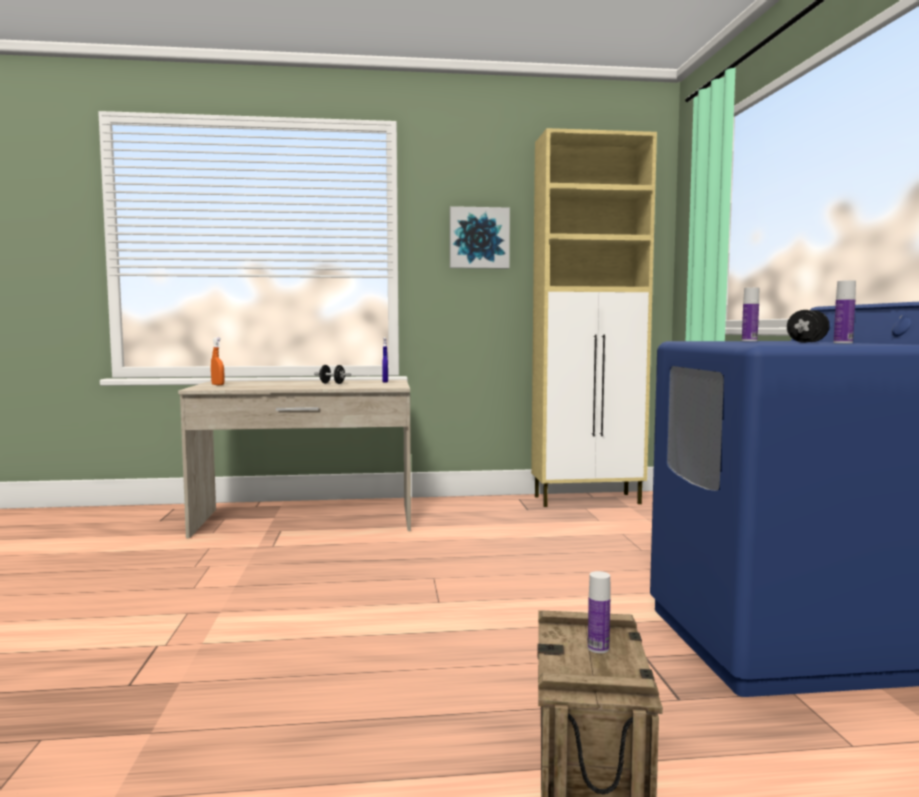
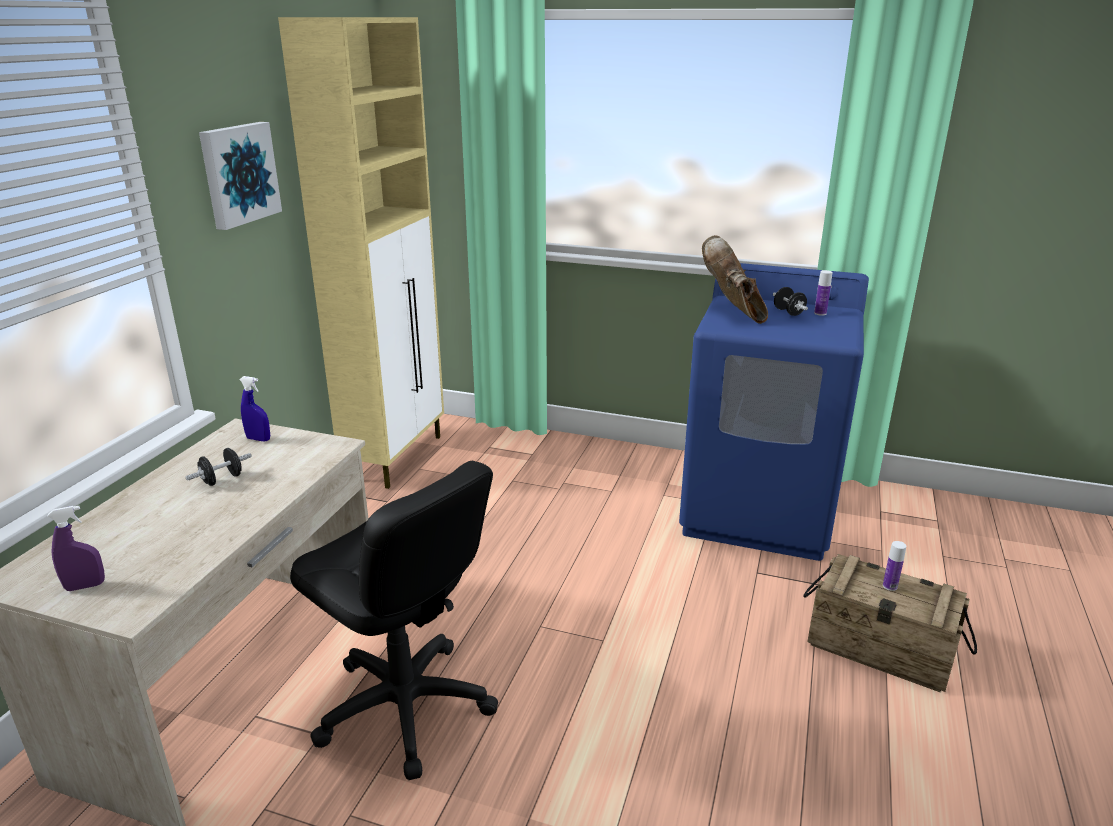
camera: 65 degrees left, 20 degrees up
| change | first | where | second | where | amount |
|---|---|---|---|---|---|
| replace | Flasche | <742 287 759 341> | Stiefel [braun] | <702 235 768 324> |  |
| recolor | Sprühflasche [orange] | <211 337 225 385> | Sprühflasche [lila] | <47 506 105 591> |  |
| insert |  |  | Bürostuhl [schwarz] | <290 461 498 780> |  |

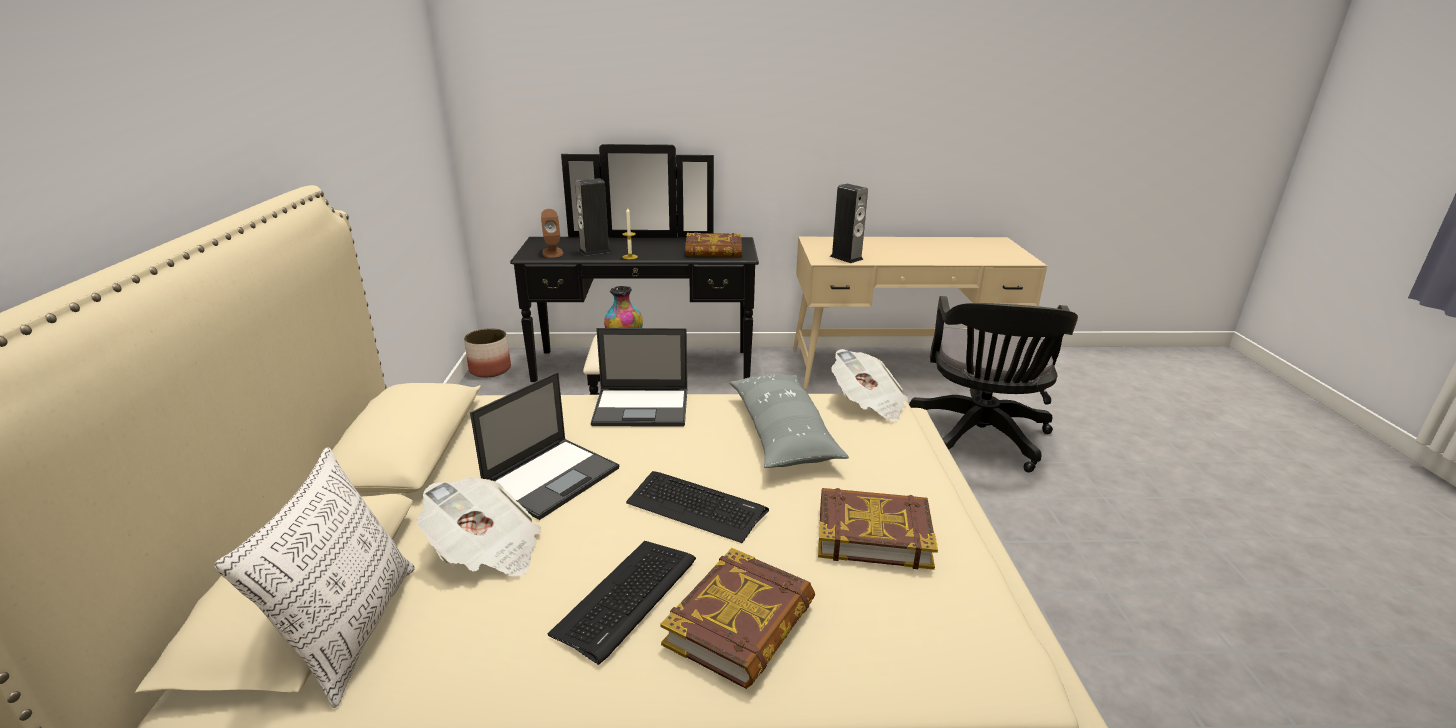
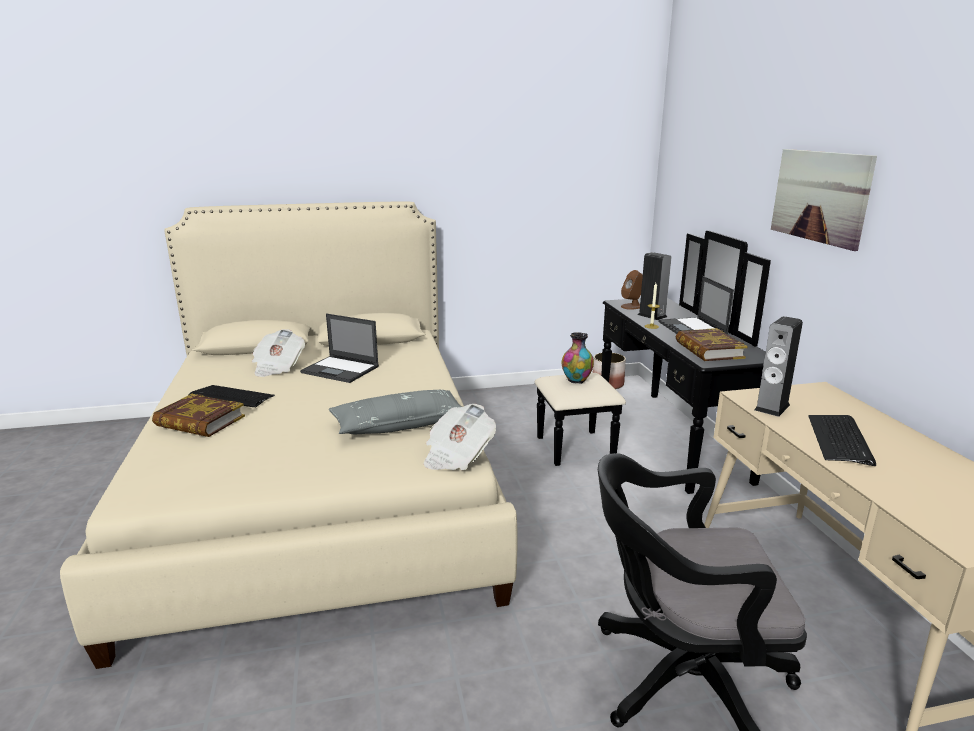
camera: 80 degrees right, 5 degrees down
| change | first | where | second | where | amount |
|---|---|---|---|---|---|
| move | Laptop | <591 328 687 426> |  | <659 276 734 335> |  |
| delete | Kissen | <214 447 415 708> |  |  |  |
| move | Tastatur | <626 471 769 543> |  | <808 415 876 466> |  |
| delete | Buch | <818 488 938 570> |  |  |  |
| insert |  |  | Bild | <771 149 877 251> |  |

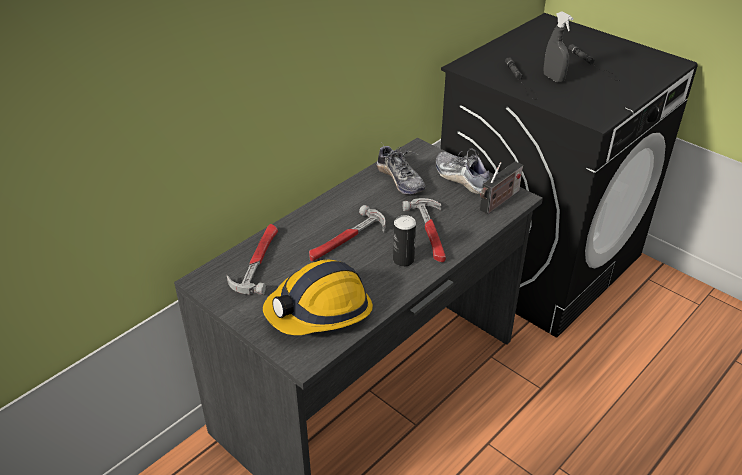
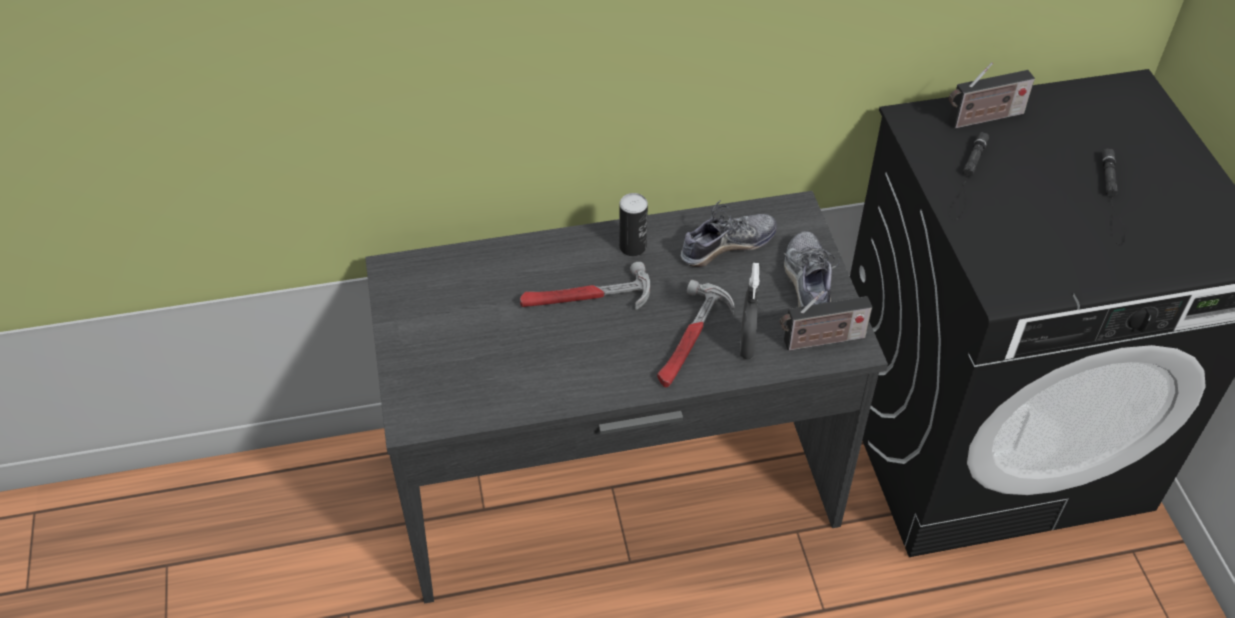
camera: 35 degrees right, 10 degrees up
| change | first | where | second | where | amount |
|---|---|---|---|---|---|
| move | Sprühflasche [grau] | <543 11 573 83> |  | <740 263 759 359> |  |
| rotate | Schuh | <376 143 425 195> |  | <681 200 777 267> | 120 degrees counterclockwise |
| move | Dose | <393 215 416 267> |  | <619 193 648 256> |  |
| delete | Hammer | <227 224 278 295> |  |  |  |
| delete | Schutzhelm | <263 260 373 335> |  |  |  |
| insert |  |  | Radio | <949 62 1035 128> |  |

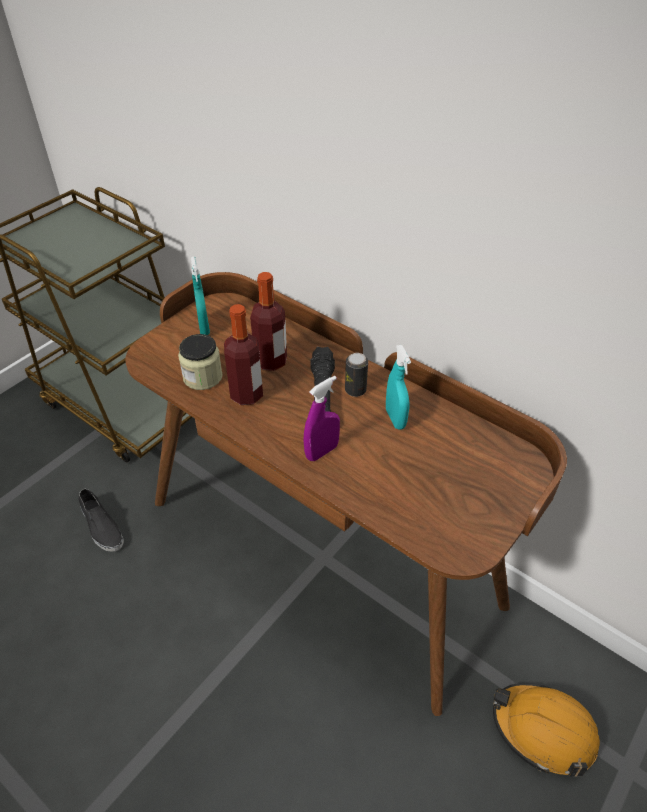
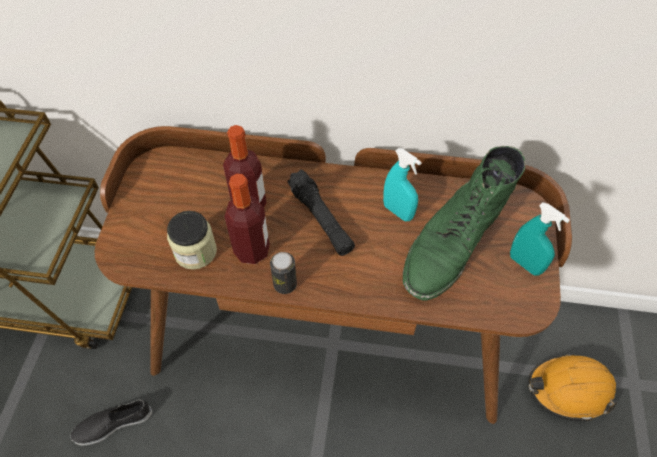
camera: 30 degrees left, 10 degrees up
| change | first | where | second | where | amount |
|---|---|---|---|---|---|
| move | Sprühflasche [türkis] | <191 257 210 335> |  | <510 202 570 275> |  |
| move | Dose | <345 353 368 397> |  | <270 252 297 294> |  |
| delete | Sprühflasche [lila] | <303 376 340 461> |  |  |  |
| rotate | Schuh [schwarz] | <78 489 124 551> |  | <70 400 152 446> | 135 degrees clockwise |
| insert |  |  | Stiefel [grün] | <403 146 526 301> |  |

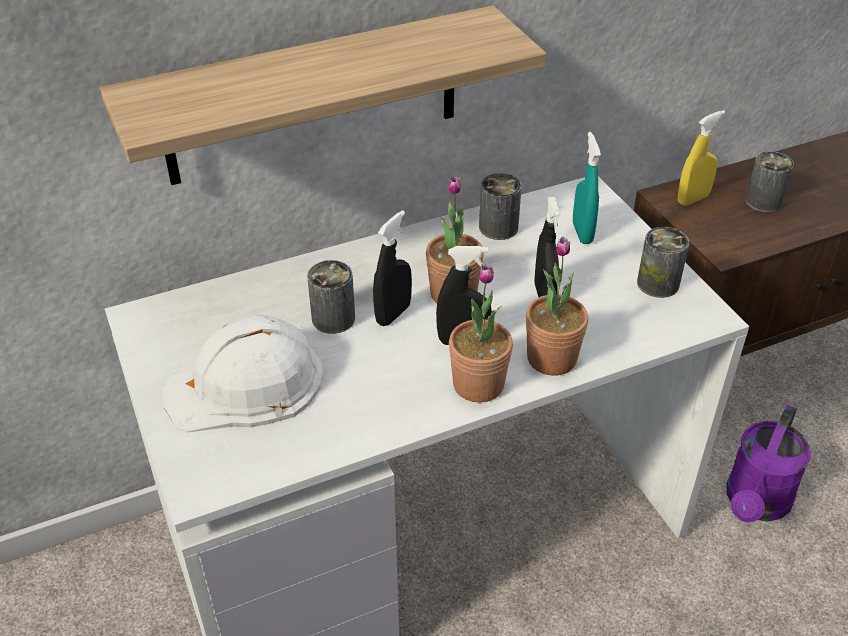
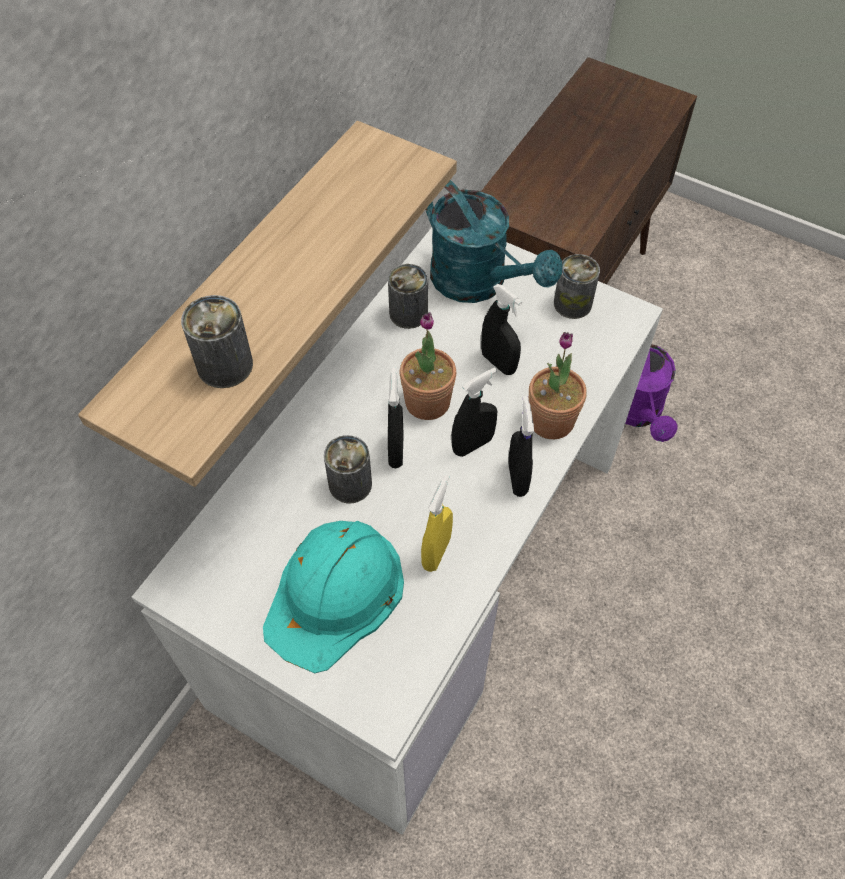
camera: 35 degrees left, 15 degrees up
| change | first | where | second | where | amount |
|---|---|---|---|---|---|
| move | Sprühflasche [gelb] | <678 110 725 205> |  | <421 475 453 572> |  |
| replace | Sprühflasche [türkis] | <573 132 601 244> | Gießkanne [türkis] | <426 180 562 303> |  |
| move | Dose | <745 151 794 212> |  | <181 295 253 388> |  |
| replace | Topfpflanze | <449 264 513 403> | Sprühflasche [schwarz] | <508 396 534 497> |  |
| recolor | Schutzhelm [weiß] | <163 315 323 432> | Schutzhelm [türkis] | <263 521 404 673> |  |

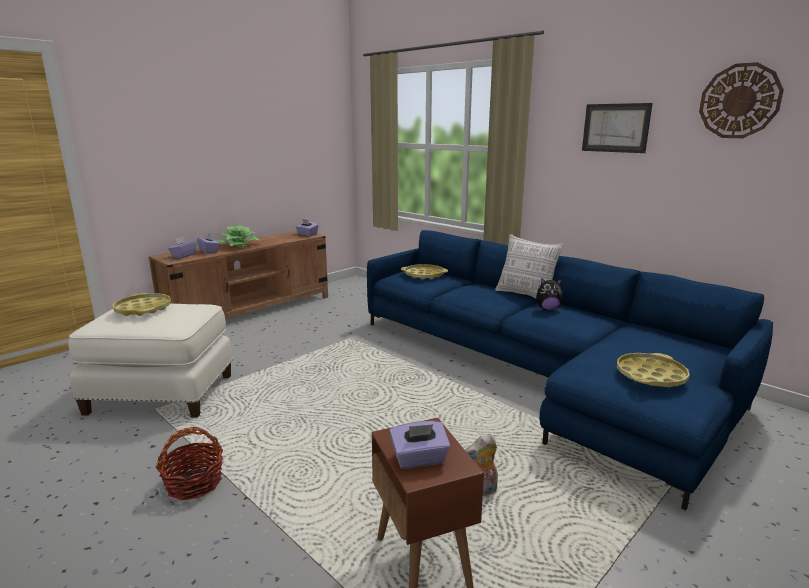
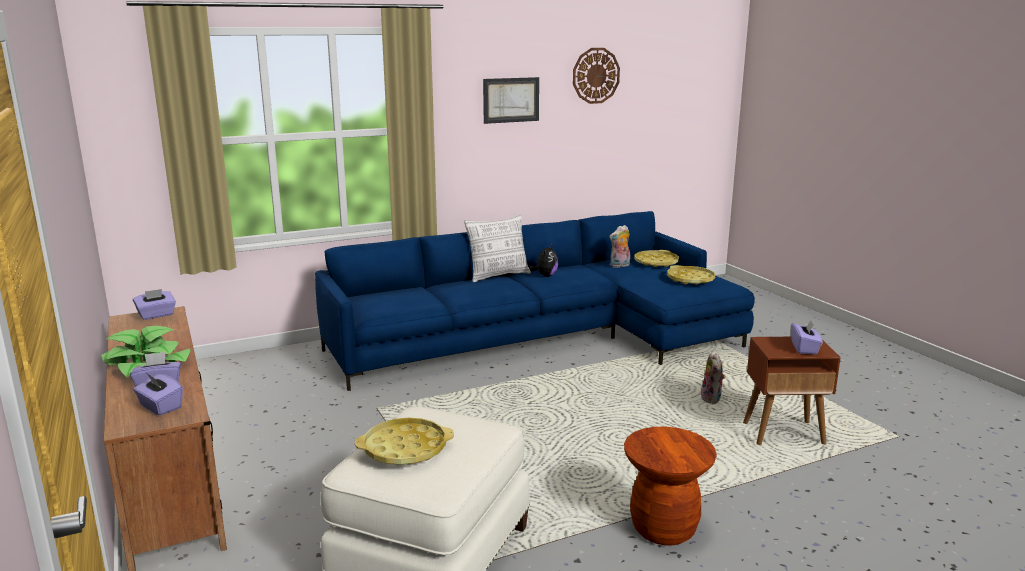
camera: 70 degrees left, 0 degrees up
| change | first | where | second | where | amount |
|---|---|---|---|---|---|
| move | Tablett [gelb] | <401 264 448 279> |  | <634 250 679 267> |  |
| replace | Korb | <155 427 223 501> | Hocker [braun] | <624 427 717 546> |  |
| insert |  |  | Plüschtier | <609 225 630 268> |  |

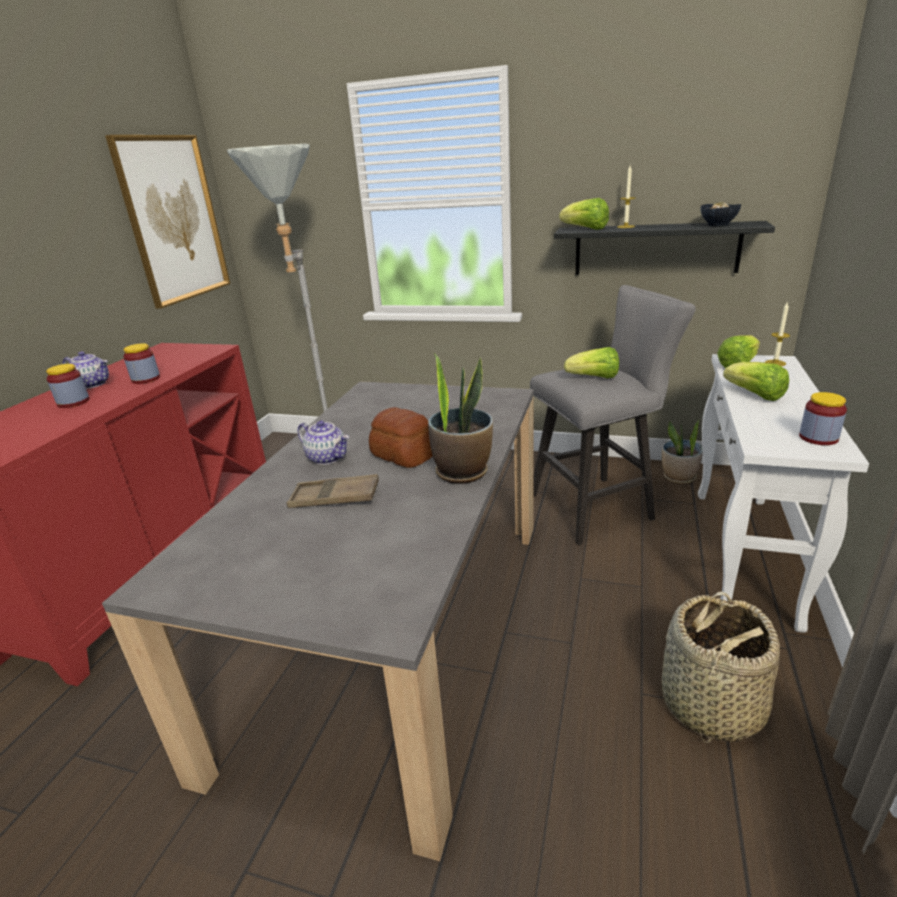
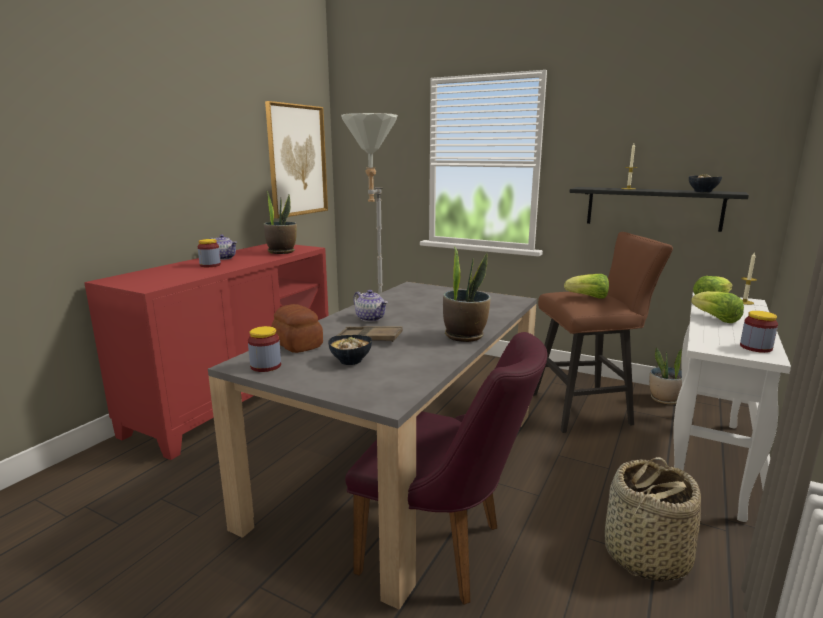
camera: 10 degrees right, 10 degrees down
| change | first | where | second | where | amount |
|---|---|---|---|---|---|
| delete | Salatkopf | <559 198 609 230> |  |  |  |
| recolor | Hocker [grau] | <530 285 696 545> | Hocker [braun] | <533 232 673 433> |  |
| move | Vorratsglas | <123 343 160 384> |  | <248 326 281 372> |  |
| move | Brot | <369 407 433 468> |  | <271 304 323 353> |  |
| insert |  |  | Topfpflanze | <264 192 297 254> |  |
| insert |  |  | Stuhl [lila] | <345 332 547 605> |  |
| insert |  |  | Schüssel | <328 335 372 365> |  |

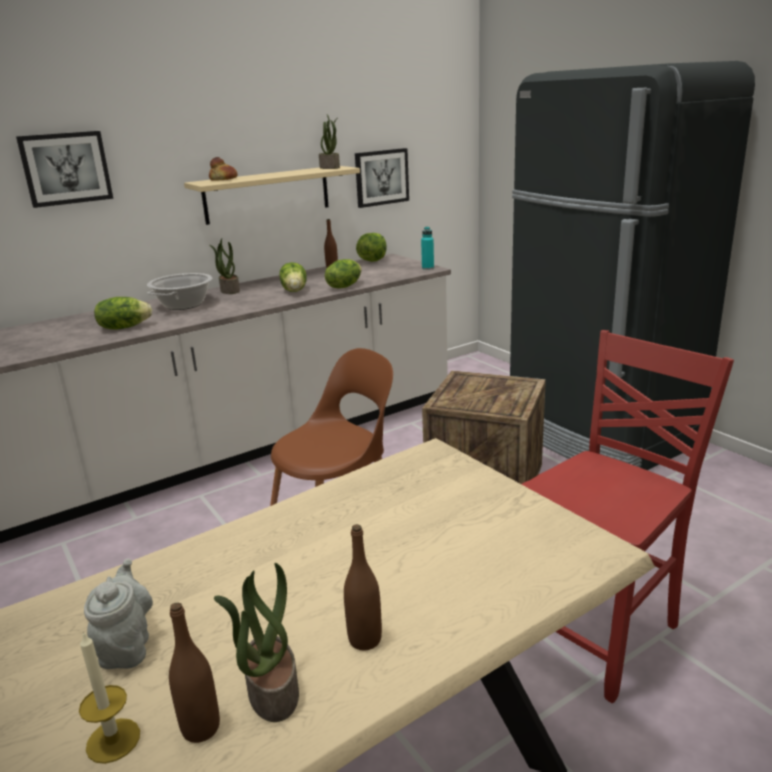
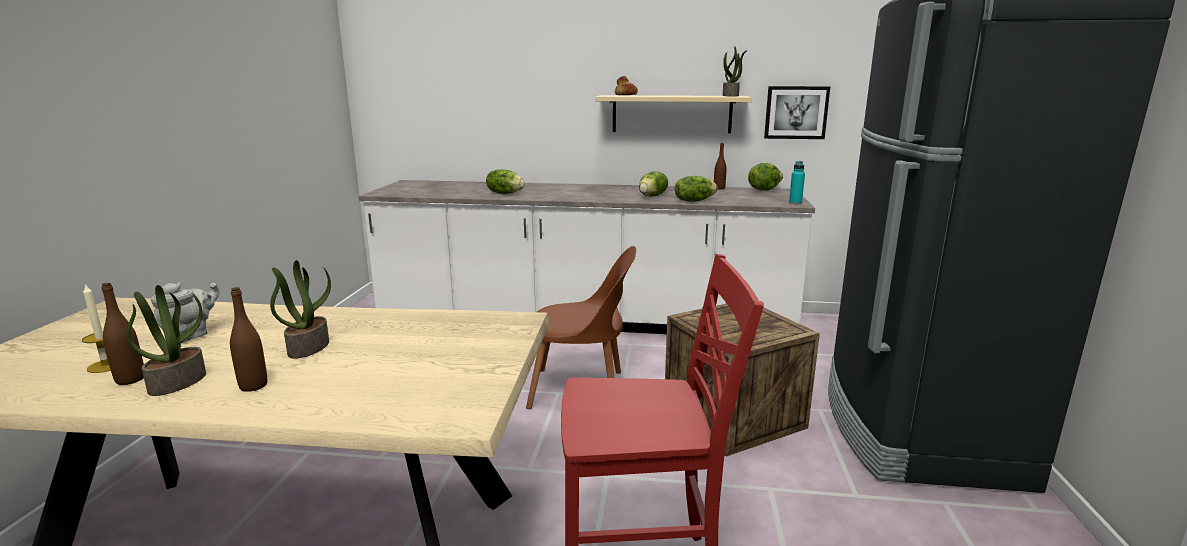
camera: 40 degrees right, 5 degrees down
| change | first | where | second | where | amount |
|---|---|---|---|---|---|
| delete | Bild | <16 131 113 208> |  |  |  |
| move | Topfpflanze | <209 238 240 294> |  | <270 260 331 359> |  |
| delete | Kochtopf | <147 273 212 310> |  |  |  |

